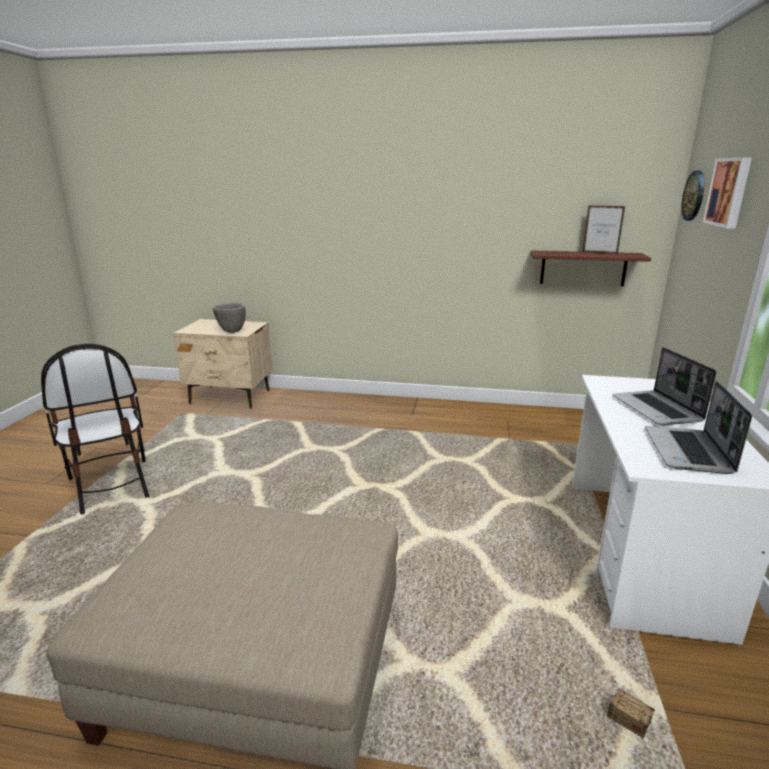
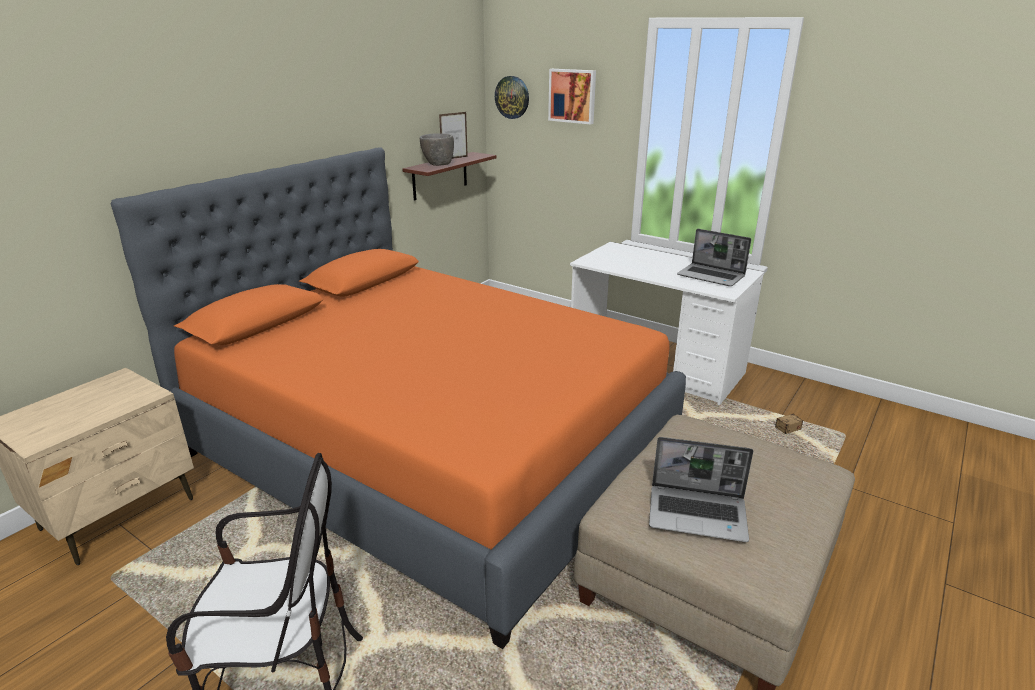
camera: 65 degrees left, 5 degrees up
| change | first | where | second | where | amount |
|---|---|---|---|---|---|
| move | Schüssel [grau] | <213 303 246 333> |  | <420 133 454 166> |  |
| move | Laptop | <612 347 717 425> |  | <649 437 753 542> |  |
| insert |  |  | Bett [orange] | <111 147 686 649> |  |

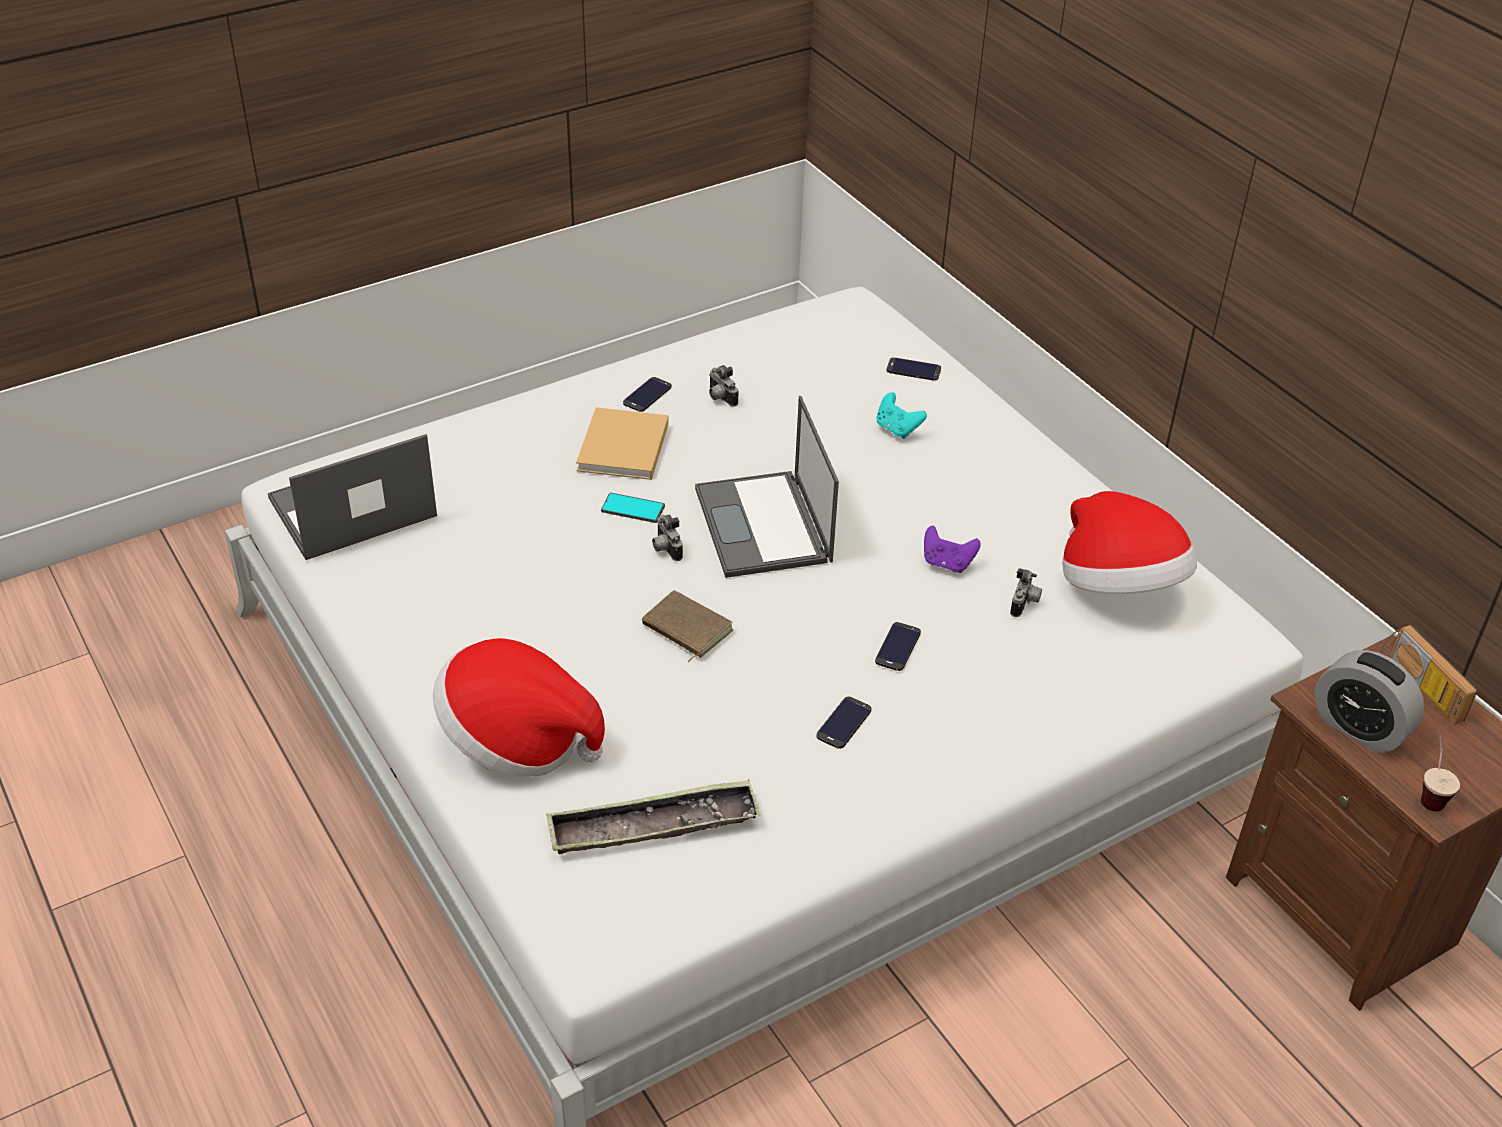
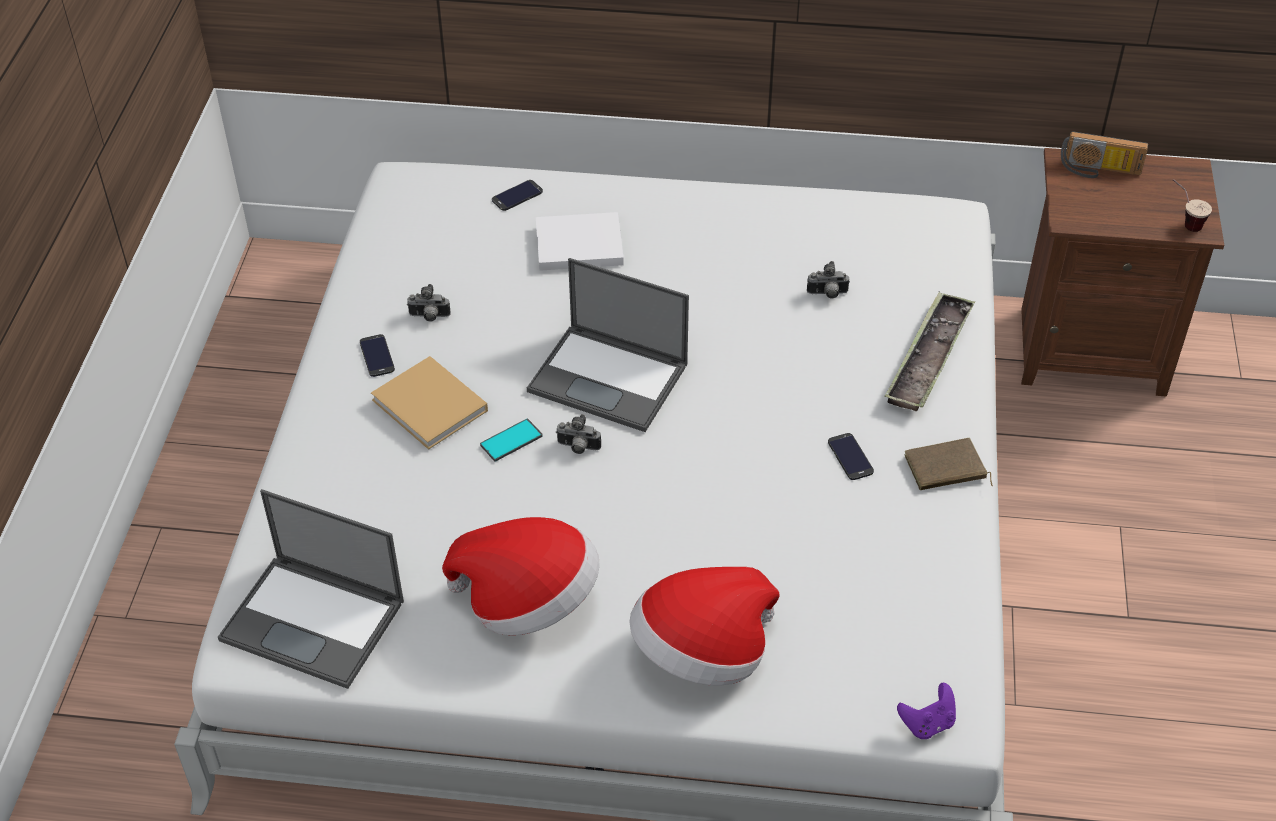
camera: 50 degrees left, 5 degrees up
| change | first | where | second | where | amount |
|---|---|---|---|---|---|
| replace | Gamepad [türkis] | <876 392 927 439> | Buch [weiß] | <536 212 624 271> |  |
| rotate | Laptop | <268 434 437 560> |  | <218 489 404 689> | 75 degrees counterclockwise |
| move | Hut | <1062 491 1197 594> |  | <442 517 600 635> |  |
| move | Gamepad [lila] | <924 526 981 573> |  | <897 683 956 739> |  |
| rotate | Kamera | <1010 568 1042 617> |  | <807 261 850 298> | 120 degrees clockwise |
| move | Buch [braun] | <642 590 734 662> |  | <904 438 993 490> |  |
| delete | Handy | <875 622 921 671> |  |  |  |
| delete | Wecker | <1315 650 1425 753> |  |  |  |
| move | Tablett | <546 779 760 854> |  | <885 292 975 411> |  |

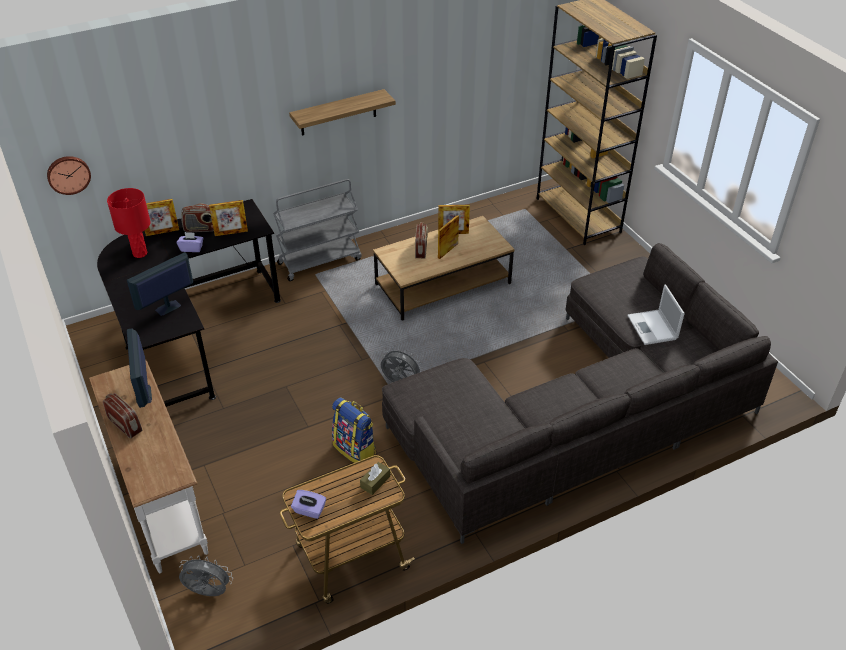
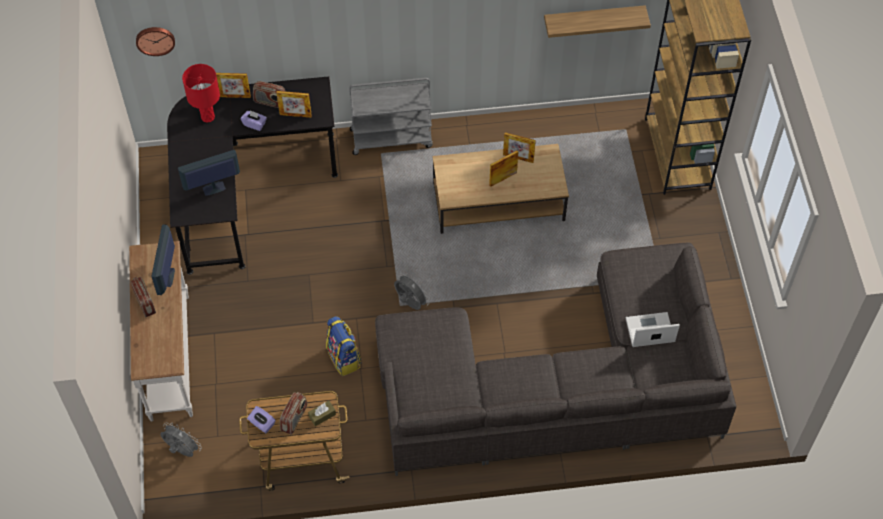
camera: 20 degrees right, 15 degrees up
| change | first | where | second | where | amount |
|---|---|---|---|---|---|
| move | Wandregal | <289 89 396 135> |  | <544 5 651 38> |  |
| move | Radio | <415 222 428 258> |  | <280 392 307 435> |  |
| rotate | Laptop | <627 284 685 345> |  | <626 312 680 347> | 75 degrees clockwise |

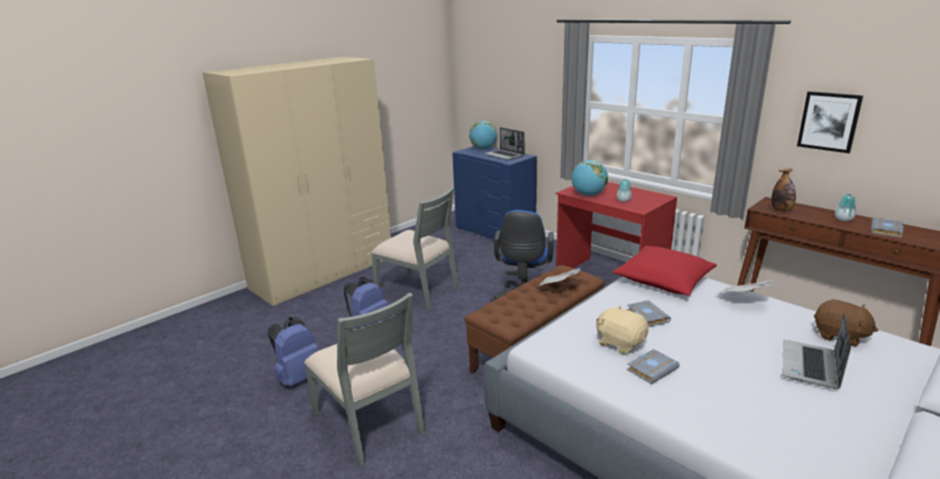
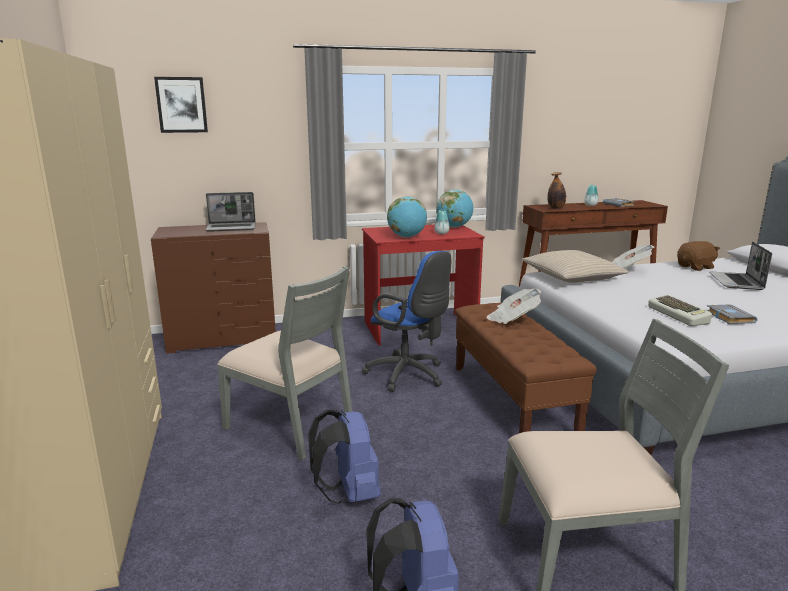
camera: 60 degrees left, 5 degrees down
| change | first | where | second | where | amount |
|---|---|---|---|---|---|
| move | Bild | <797 91 863 153> |  | <154 77 208 133> |  |
| move | Globus | <469 121 497 150> |  | <436 189 474 228> |  |
| recolor | Kommode [blau] | <452 146 537 240> | Kommode [braun] | <151 222 276 354> |  |
| rotate | Stuhl [grau] | <371 187 459 310> |  | <217 266 352 460> | 60 degrees clockwise |
| recolor | Kissen [rot] | <612 245 717 296> | Kissen [beige] | <522 250 629 283> |  |
| delete | Buch [grau] | <626 300 671 327> |  |  |  |
| replace | Plüschtier [beige] | <596 305 648 354> | Tastatur | <648 295 712 326> |  |
| rotate | Laptop | <783 312 851 389> |  | <709 242 772 290> | 45 degrees clockwise |

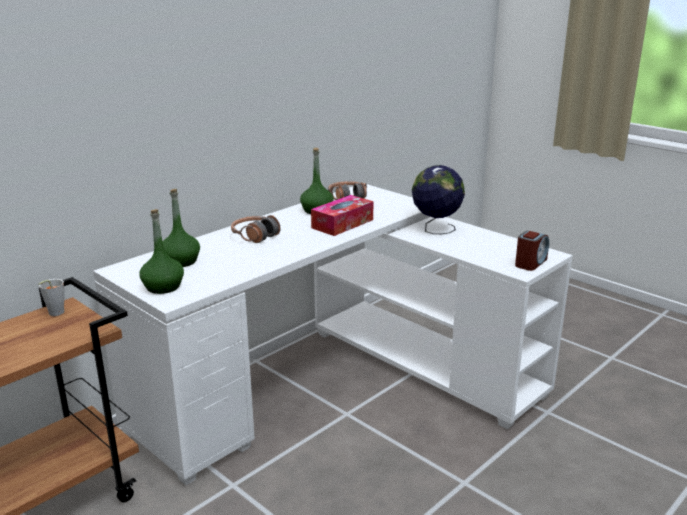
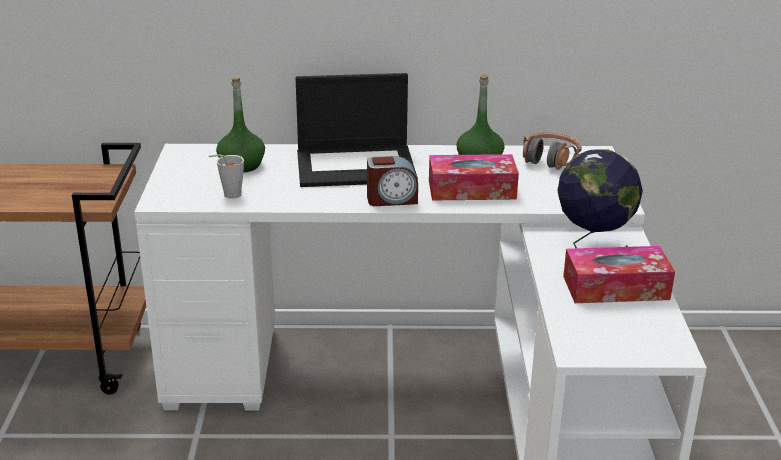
camera: 45 degrees right, 5 degrees up
| change | first | where | second | where | amount |
|---|---|---|---|---|---|
| delete | Flasche [grün] | <140 209 184 294> |  |  |  |
| replace | Kopfhörer | <231 215 280 243> | Laptop | <295 73 418 187> |  |
| move | Wecker | <515 230 549 271> |  | <367 156 418 206> |  |
| move | Tasse [grau] | <38 279 64 316> |  | <209 154 244 199> |  |
| insert |  |  | Taschentuchbox | <563 246 675 303> |  |

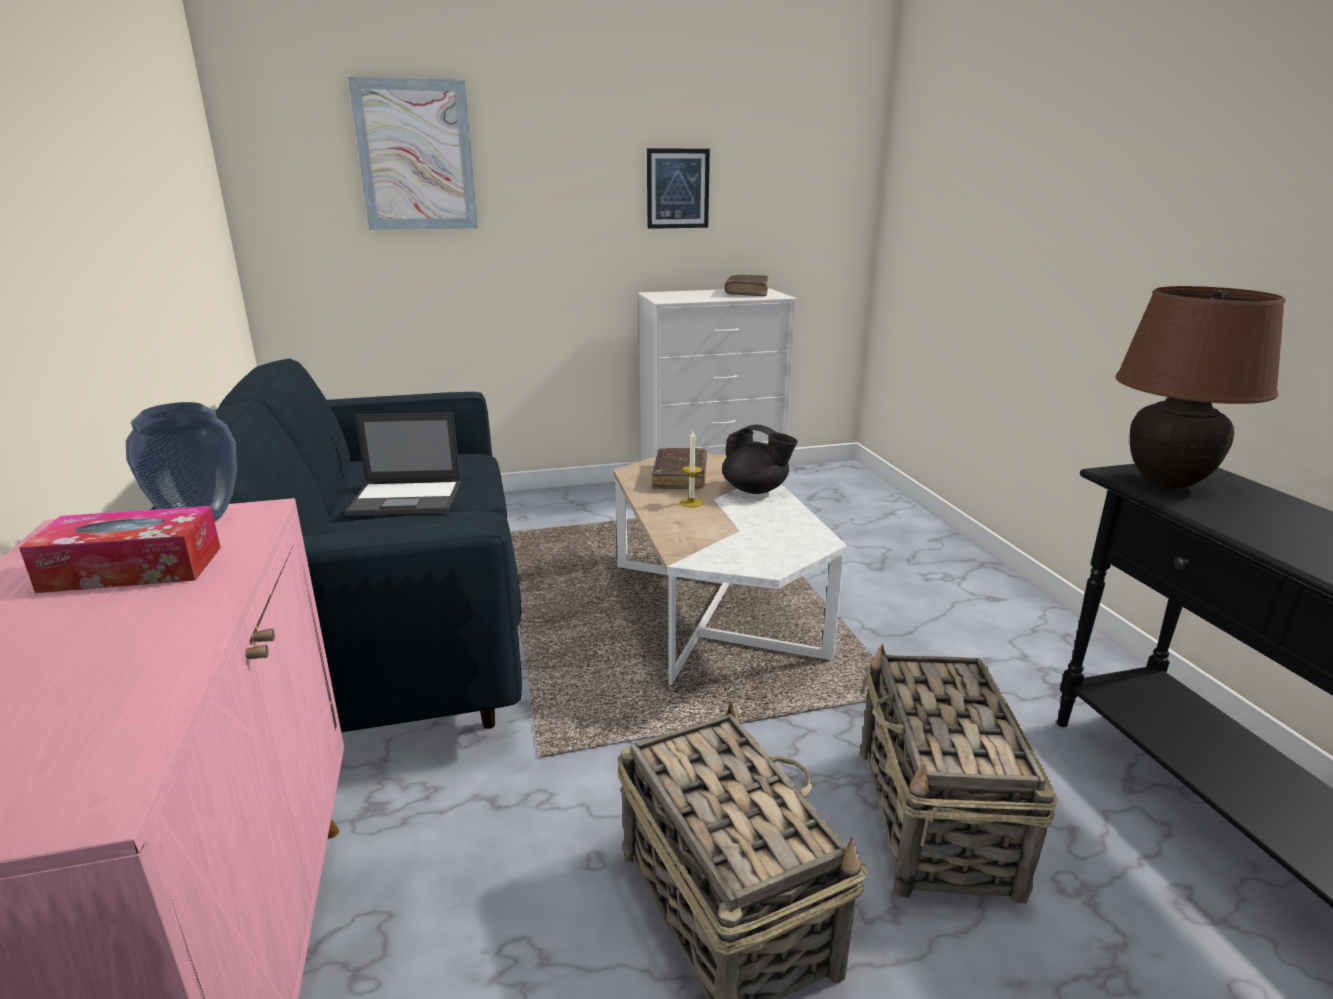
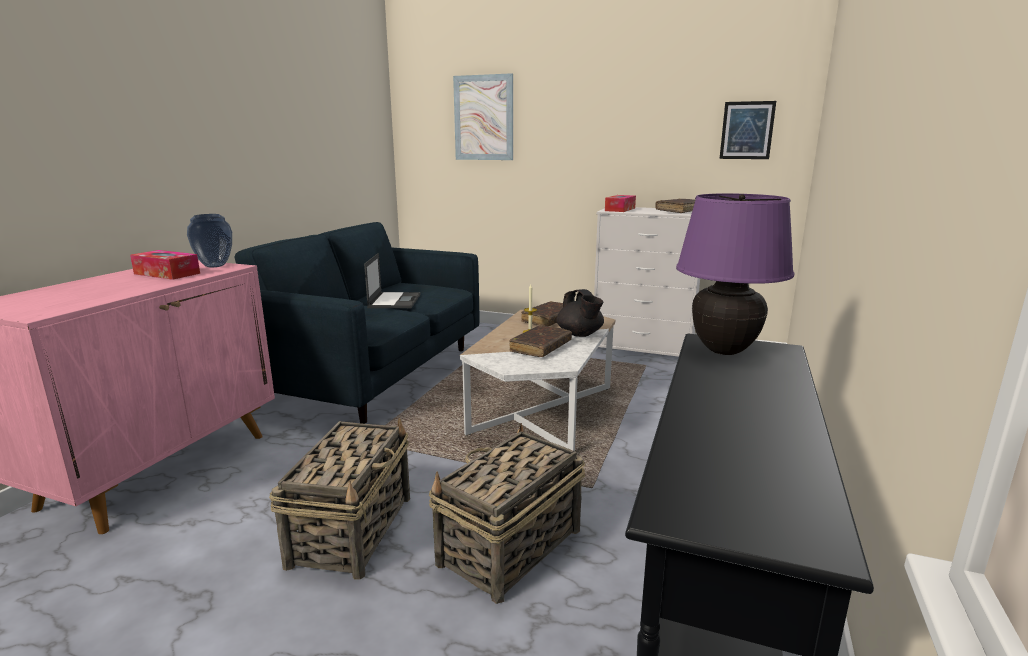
camera: 35 degrees right, 5 degrees down
| change | first | where | second | where | amount |
|---|---|---|---|---|---|
| move | Bild | <647 148 710 229> |  | <720 101 776 159> |  |
| recolor | Tischlampe [braun] | <1116 286 1286 489> | Tischlampe [lila] | <676 193 794 355> |  |
| rotate | Laptop | <345 412 461 516> |  | <364 253 421 308> | 120 degrees counterclockwise |
| insert |  |  | Taschentuchbox | <605 195 636 212> |  |
| insert |  |  | Buch [braun] | <509 325 572 357> |  |

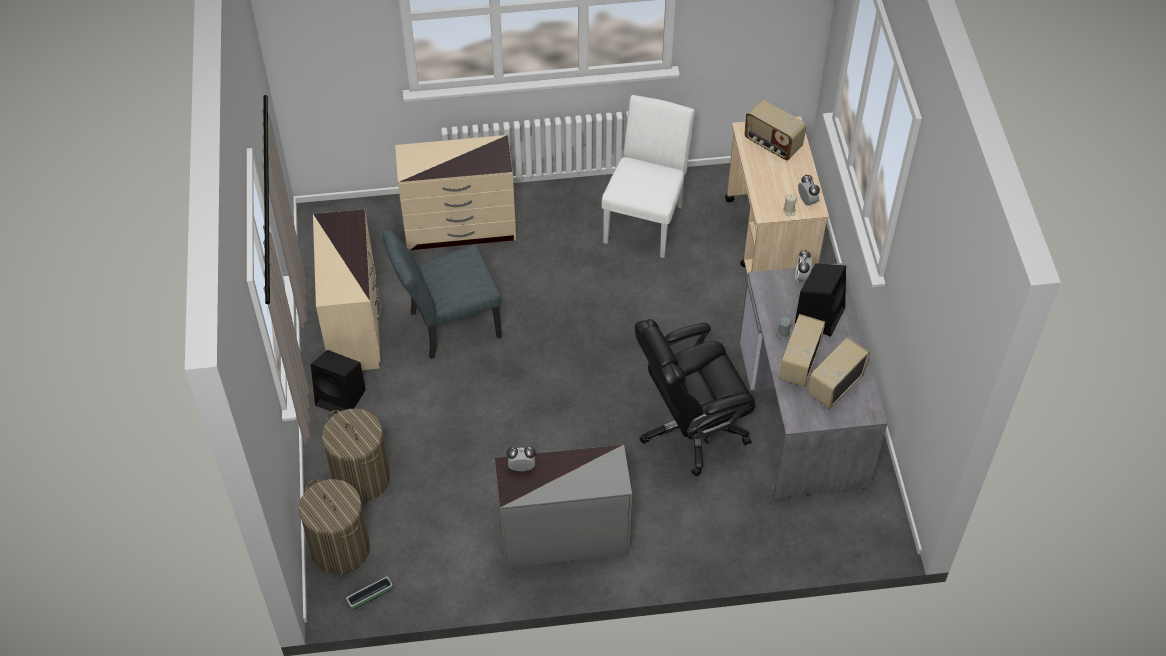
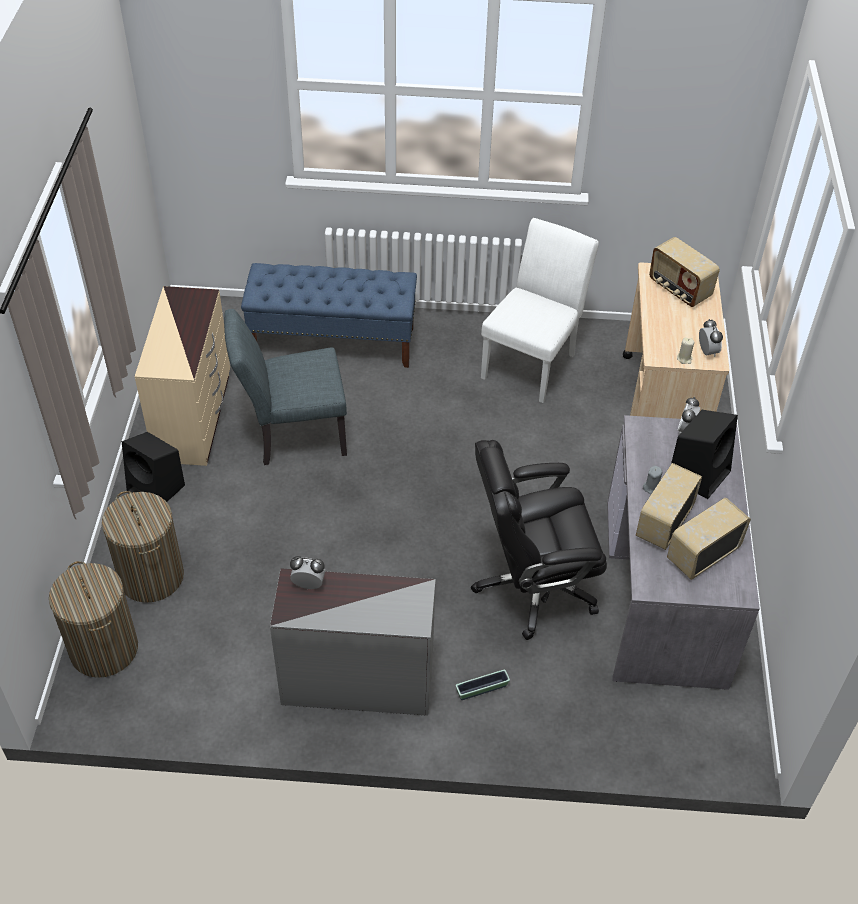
camera: 10 degrees right, 5 degrees down
| change | first | where | second | where | amount |
|---|---|---|---|---|---|
| replace | Kommode [beige] | <395 135 516 250> | Bank [blau] | <241 263 417 368> |  |
| move | Pflanzkübel | <346 576 393 610> |  | <456 670 510 700> |  |

